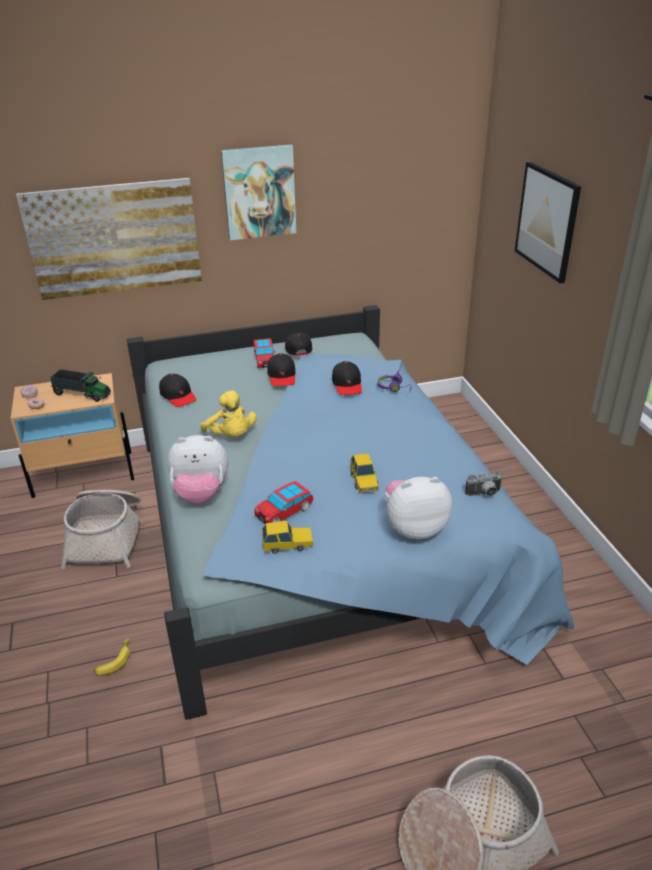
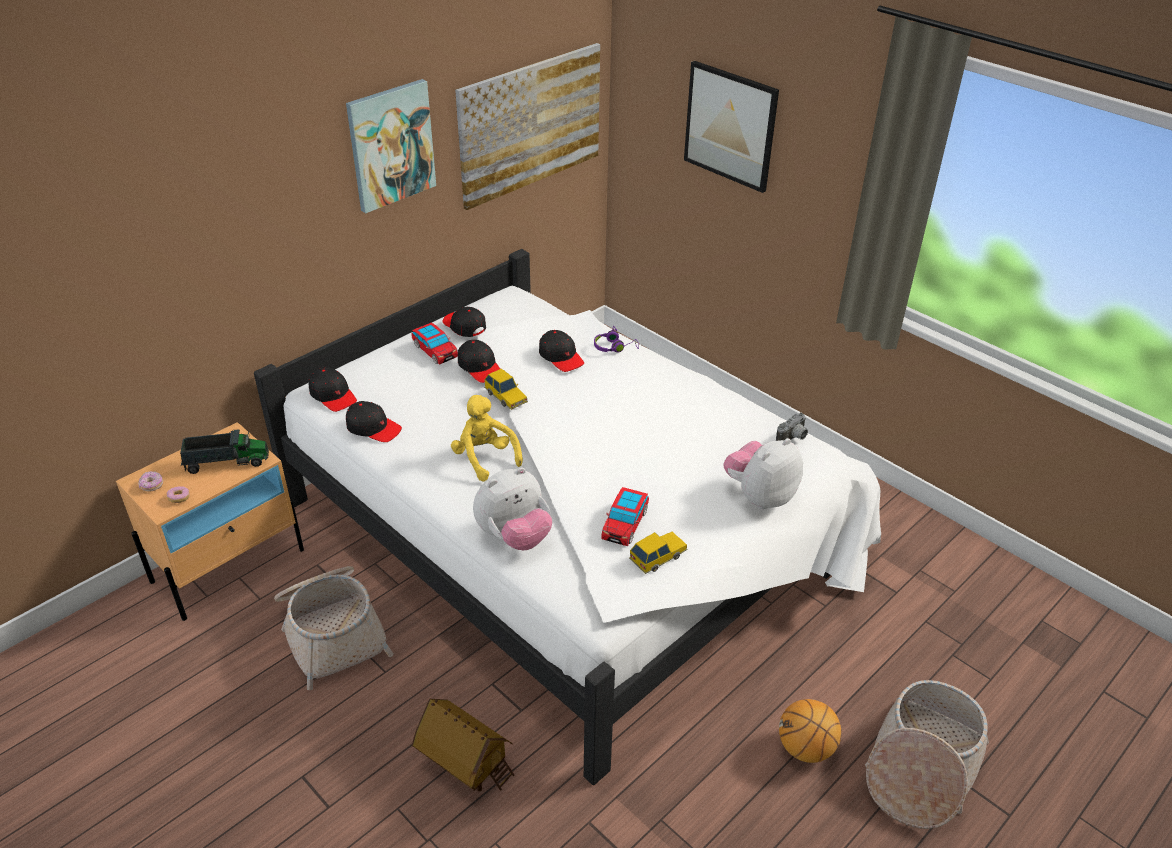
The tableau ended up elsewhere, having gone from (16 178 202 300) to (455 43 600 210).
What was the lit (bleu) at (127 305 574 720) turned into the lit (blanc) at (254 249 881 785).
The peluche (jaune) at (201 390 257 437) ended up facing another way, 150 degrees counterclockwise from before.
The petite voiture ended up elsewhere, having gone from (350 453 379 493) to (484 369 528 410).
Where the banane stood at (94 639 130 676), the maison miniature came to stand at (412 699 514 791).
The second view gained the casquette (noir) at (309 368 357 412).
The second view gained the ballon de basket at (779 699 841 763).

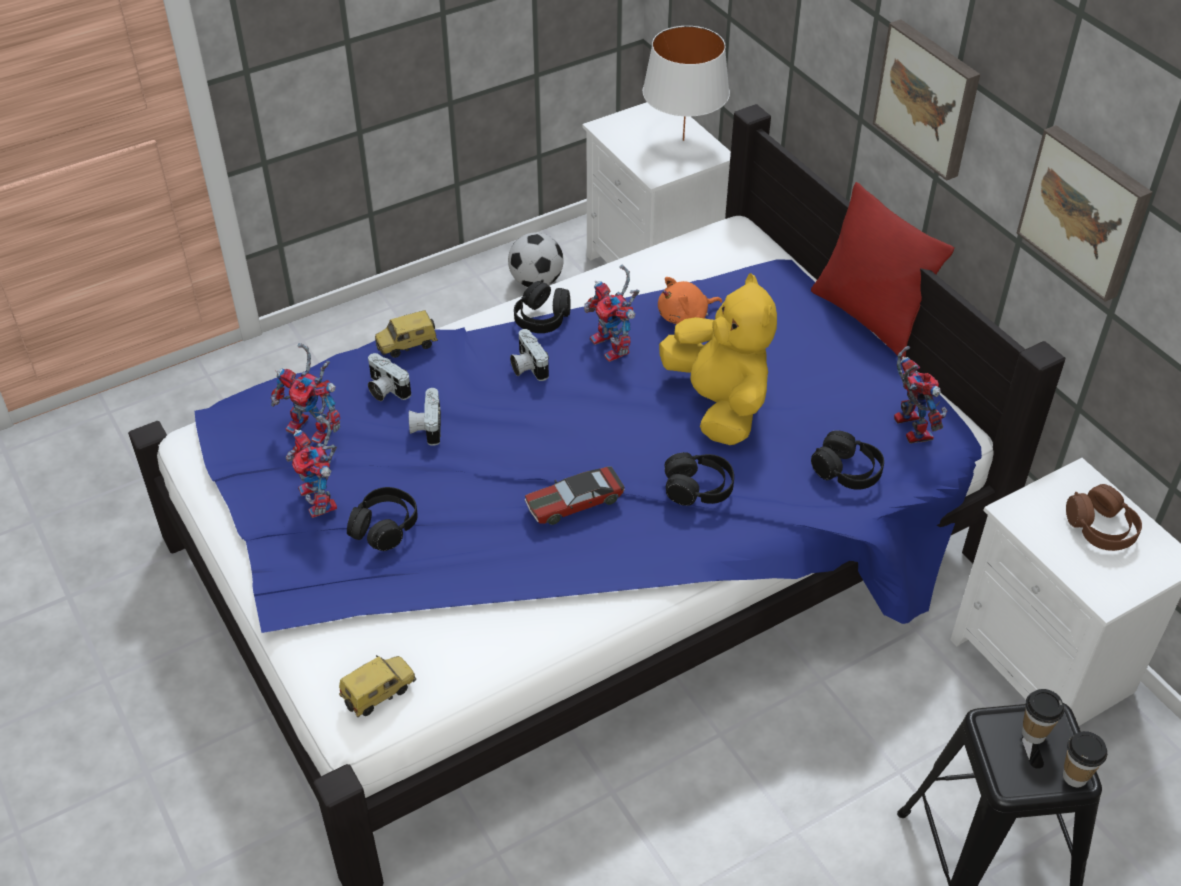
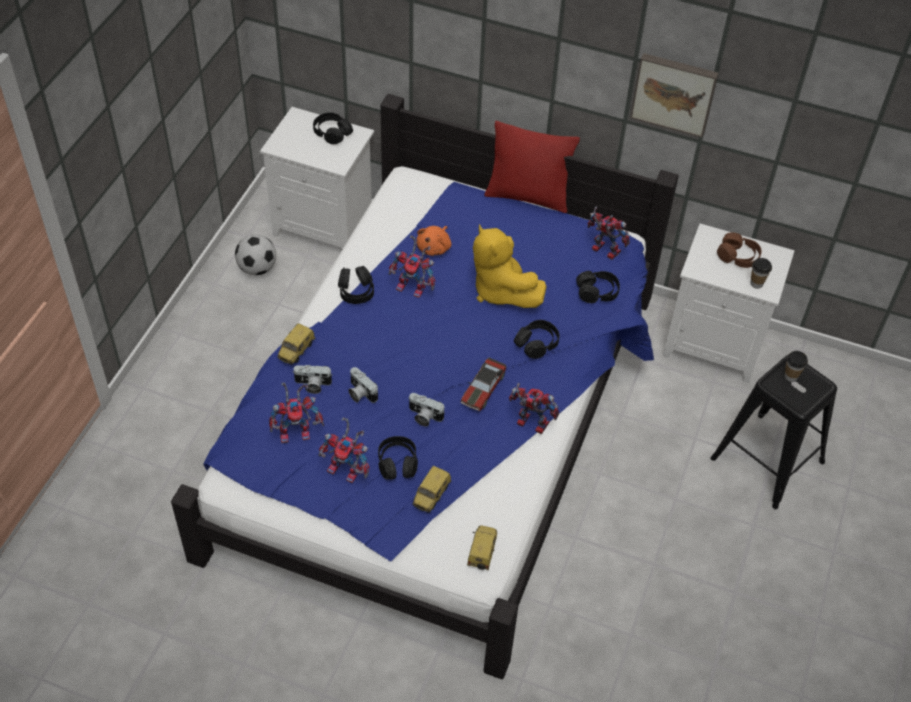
The second view lost the tableau at (873 19 980 181).
Where the lampe de table (blanc) stood at (643 26 730 141), the casque audio (noir) came to stand at (313 112 353 144).
The peluche (jaune) at (659 273 777 445) ended up facing another way, 150 degrees counterclockwise from before.
The appareil photo ended up elsewhere, having gone from (510 329 549 381) to (409 393 445 426).
The tasse ended up elsewhere, having gone from (1063 731 1107 787) to (750 258 772 289).
The second view gained the robot jouet at (509 383 559 434).
The second view gained the petite voiture at (412 466 451 513).

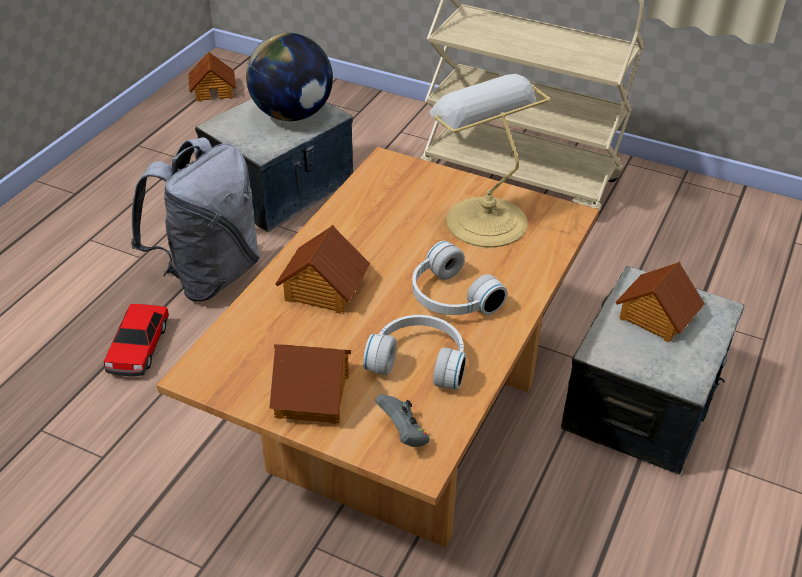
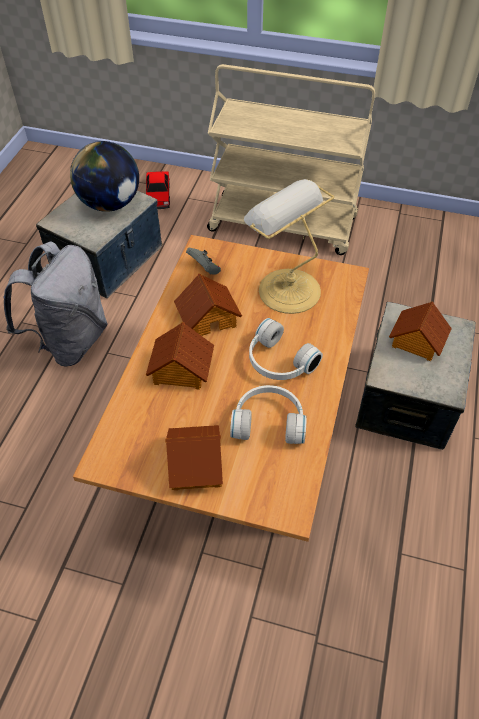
The maison miniature ended up elsewhere, having gone from (188 52 236 102) to (174 273 242 336).
The petite voiture ended up elsewhere, having gone from (104 304 169 376) to (146 171 170 209).
The manette (gris) ended up elsewhere, having gone from (375 394 429 447) to (186 248 221 274).

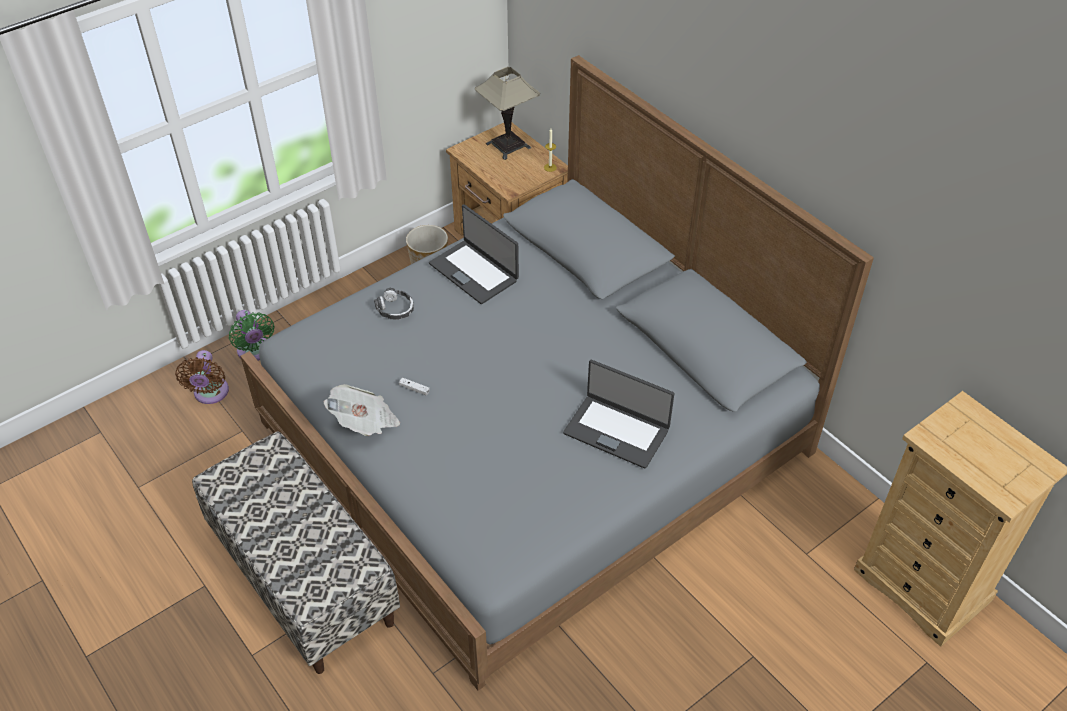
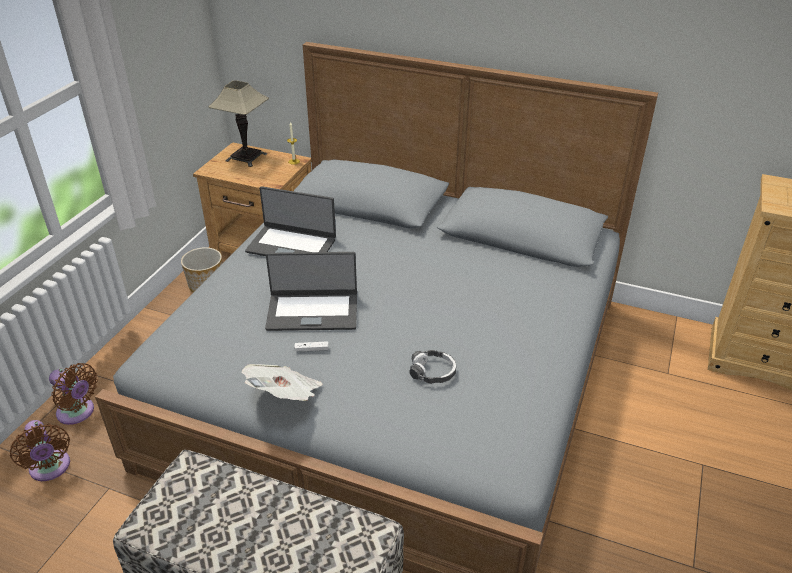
The casque audio ended up elsewhere, having gone from (374 288 414 320) to (409 350 456 384).
What was the ventilateur (vert) at (229 310 274 361) turned into the ventilateur (marron) at (49 363 98 425).
The ordinateur portable ended up elsewhere, having gone from (563 360 674 469) to (265 252 357 331).

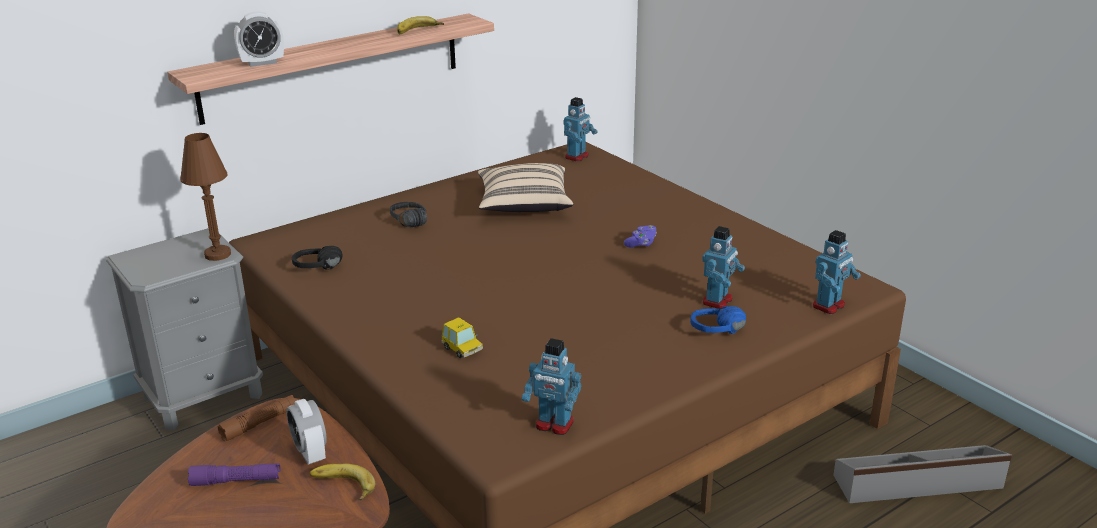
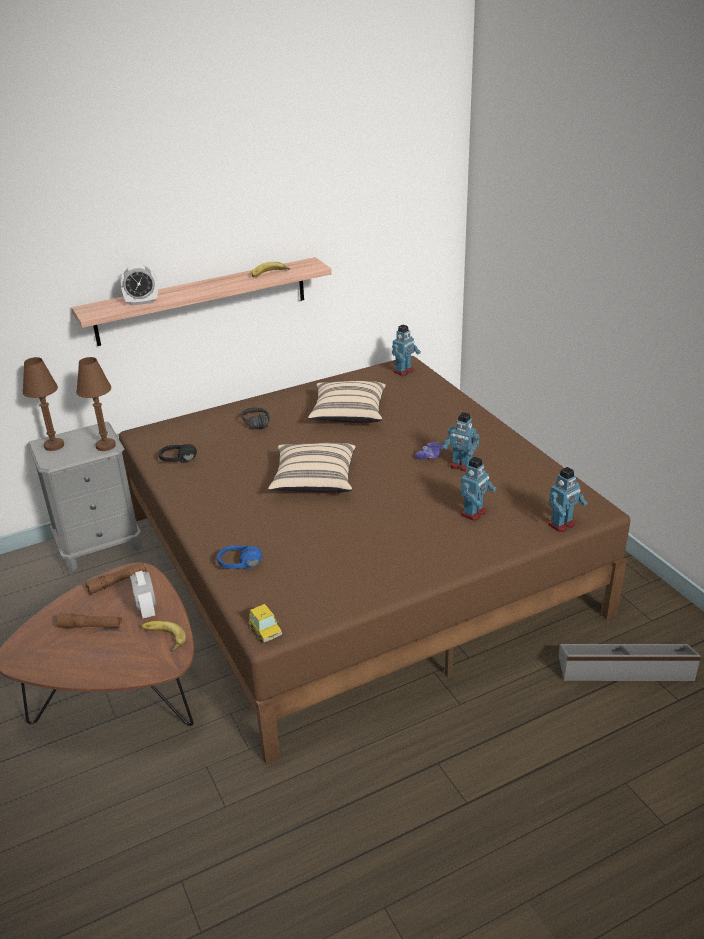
The casque audio (bleu) ended up elsewhere, having gone from (690 306 746 334) to (217 545 262 569).
The petite voiture ended up elsewhere, having gone from (441 317 483 358) to (249 604 282 642).
The robot jouet ended up elsewhere, having gone from (522 338 581 435) to (443 412 480 472).
What was the lampe de poche (violet) at (188 463 281 486) turned into the lampe de poche (marron) at (56 613 122 628).
The second view gained the lampe de table (marron) at (22 357 64 451).
The second view gained the coussin (beige) at (268 443 356 493).

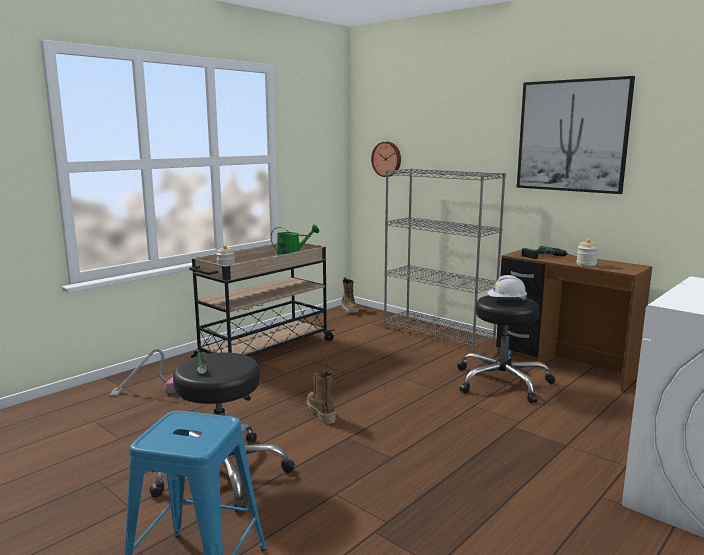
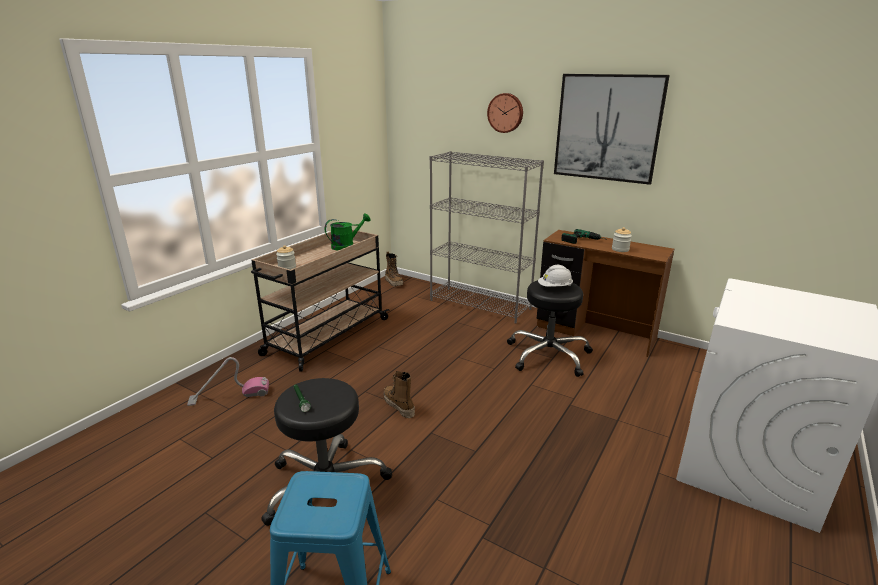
The horloge murale ended up elsewhere, having gone from (371 141 401 177) to (487 93 523 133).

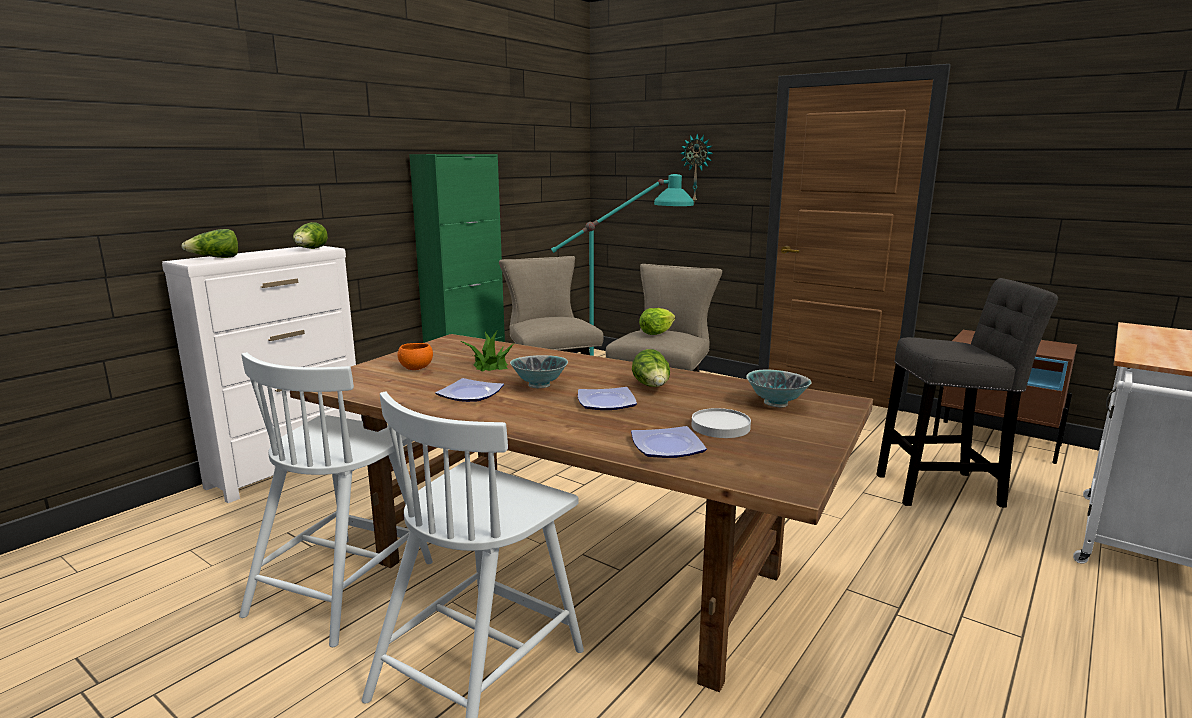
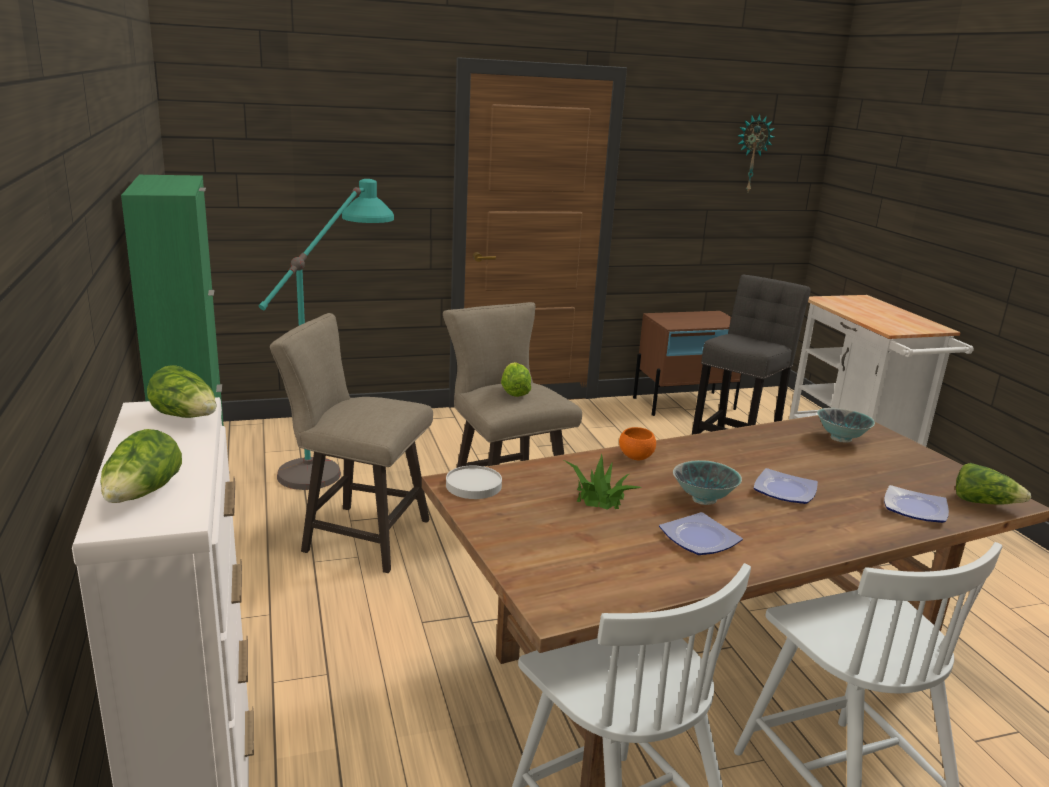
The horloge murale ended up elsewhere, having gone from (680 134 713 204) to (738 114 775 191).
The bol (orange) ended up elsewhere, having gone from (398 343 433 370) to (619 427 656 460).
The laitue ended up elsewhere, having gone from (632 349 670 387) to (956 463 1031 505).
The assiette (blanc) ended up elsewhere, having gone from (692 408 751 438) to (446 466 502 499).

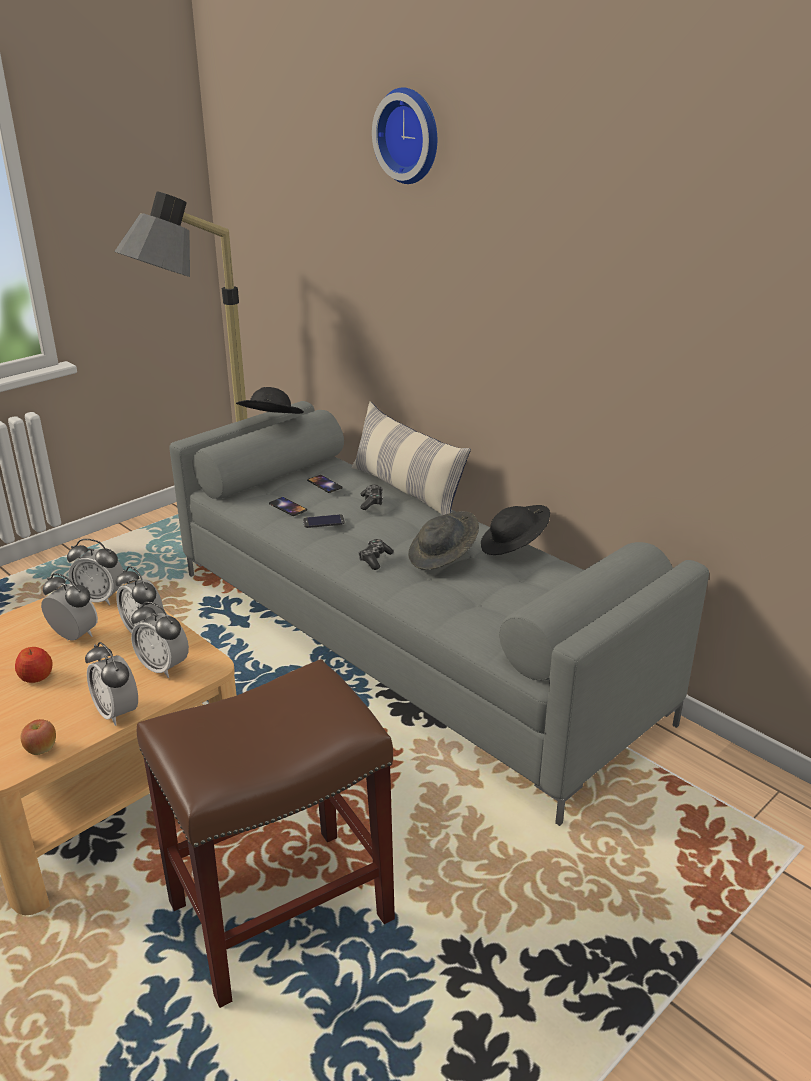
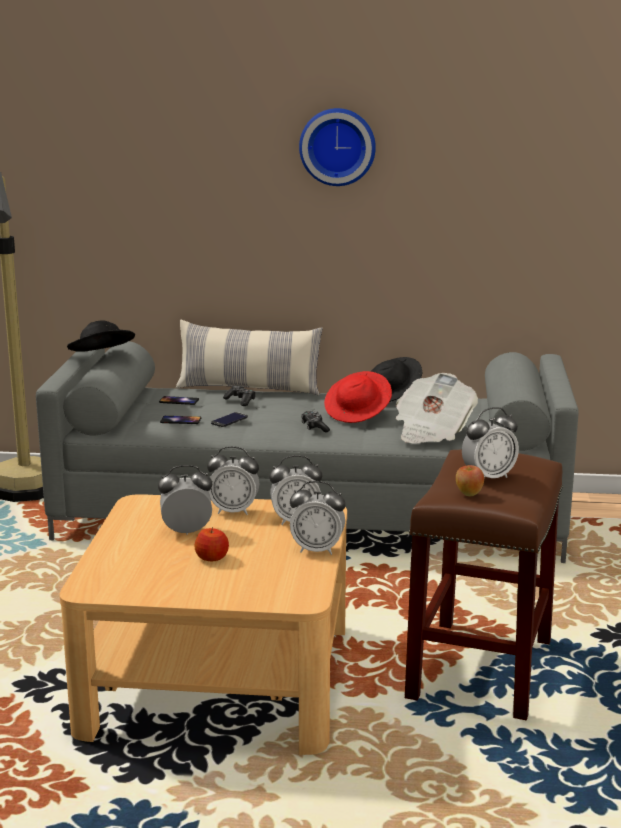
The horloge murale ended up elsewhere, having gone from (372 87 437 184) to (299 108 376 186).
What was the chapeau (gris) at (408 511 479 570) turned into the chapeau (rouge) at (324 371 392 423).
The réveil ended up elsewhere, having gone from (67 539 123 605) to (462 407 519 478).
The pomme ended up elsewhere, having gone from (20 719 56 755) to (456 465 484 496).
The second view gained the journal at (396 373 478 444).

